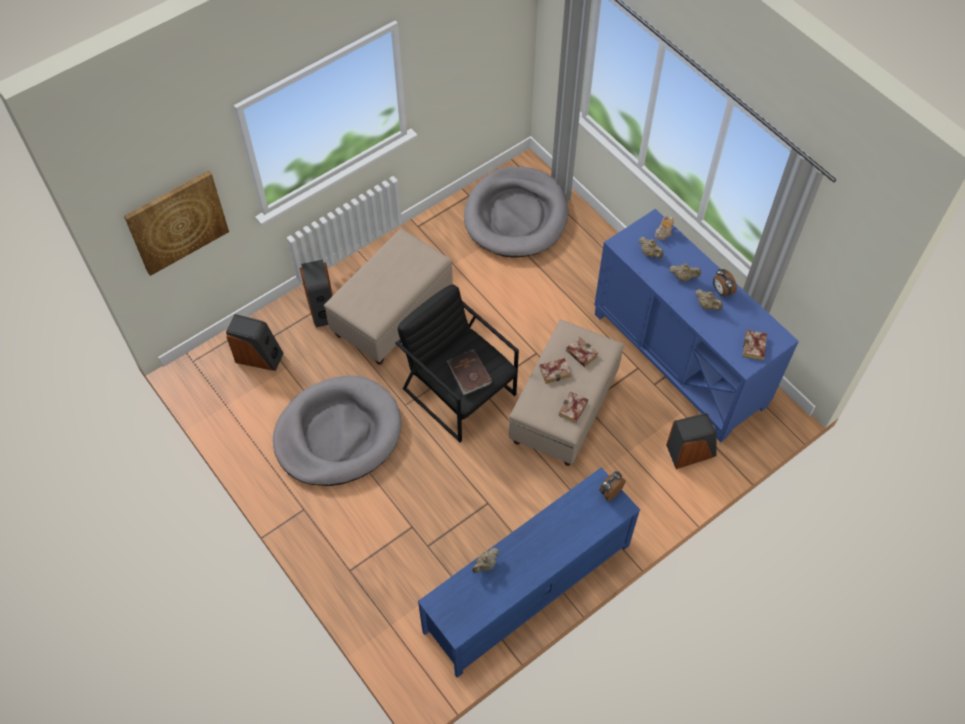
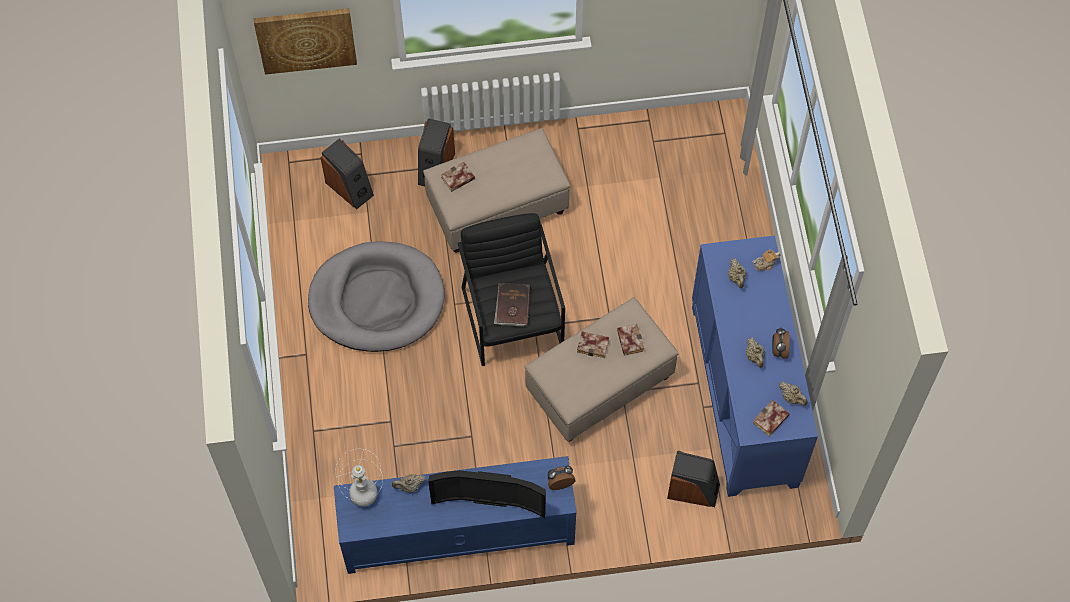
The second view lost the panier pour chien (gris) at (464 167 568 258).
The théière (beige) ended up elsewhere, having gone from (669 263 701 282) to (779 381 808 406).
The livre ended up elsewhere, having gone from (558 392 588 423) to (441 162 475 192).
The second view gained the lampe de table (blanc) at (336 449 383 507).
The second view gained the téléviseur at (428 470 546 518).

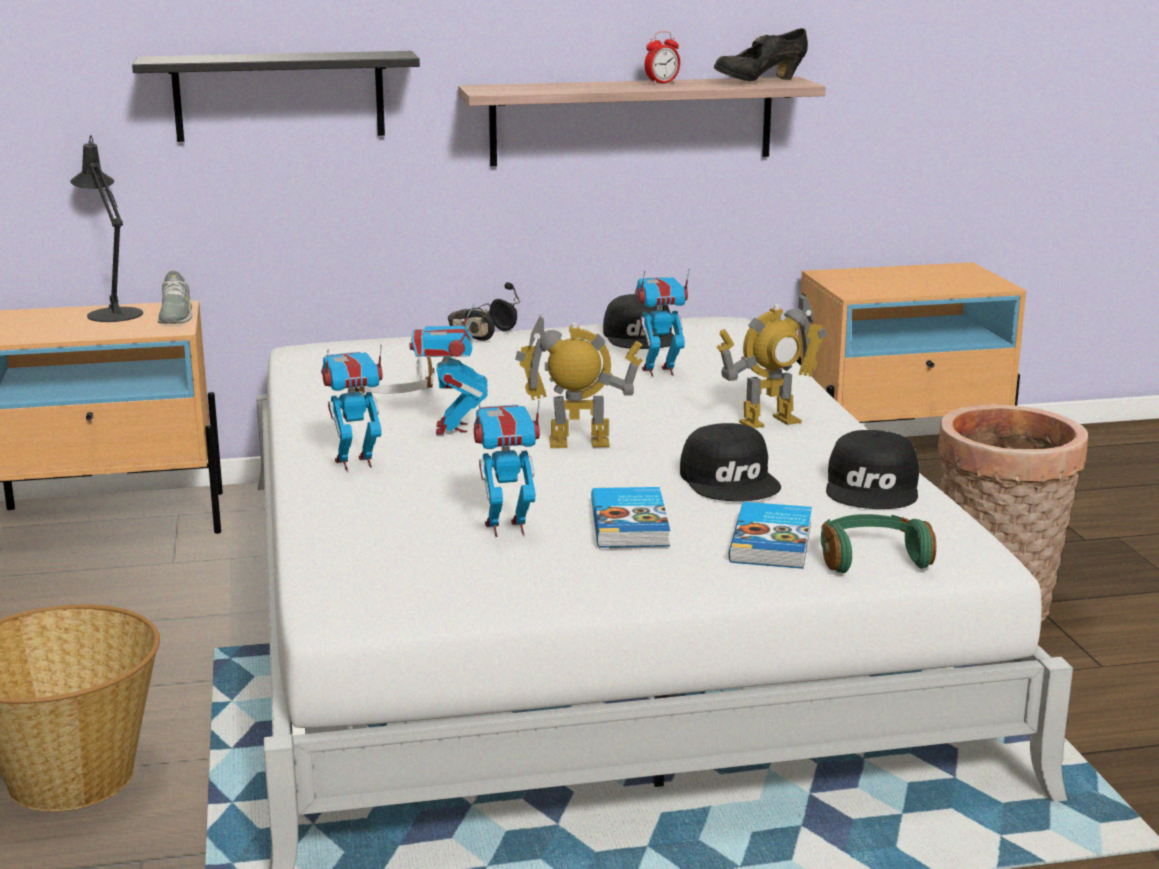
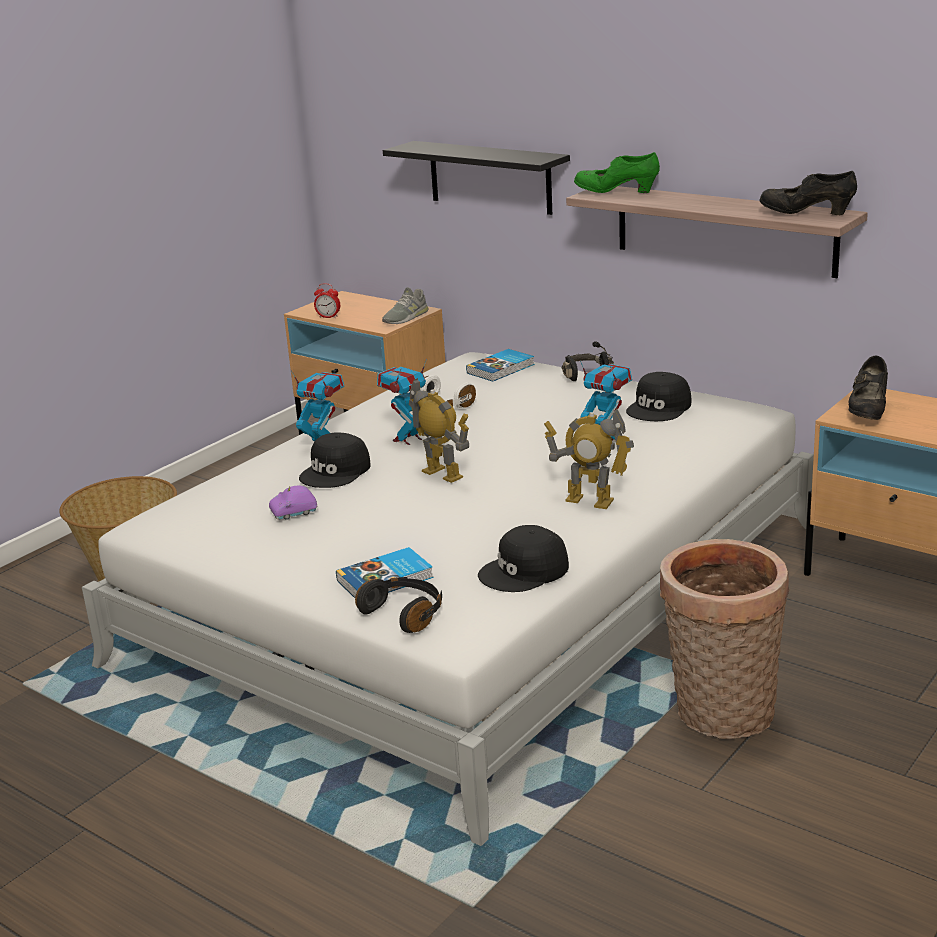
The réveil ended up elsewhere, having gone from (645 31 680 85) to (314 283 340 318).
The second view lost the lampe de table (noir) at (70 135 143 322).
Where the robot jouet stood at (474 400 540 537), the petite voiture (violet) came to stand at (269 485 317 520).
The casquette (noir) ended up elsewhere, having gone from (680 423 781 501) to (299 432 371 488).
The livre ended up elsewhere, having gone from (591 487 670 548) to (466 349 534 382).
What was the casque audio (vert) at (821 514 936 573) turned into the casque audio (noir) at (355 577 442 633).
The second view gained the chaussure (vert) at (574 152 660 193).
The second view gained the chaussure (noir) at (848 356 888 420).

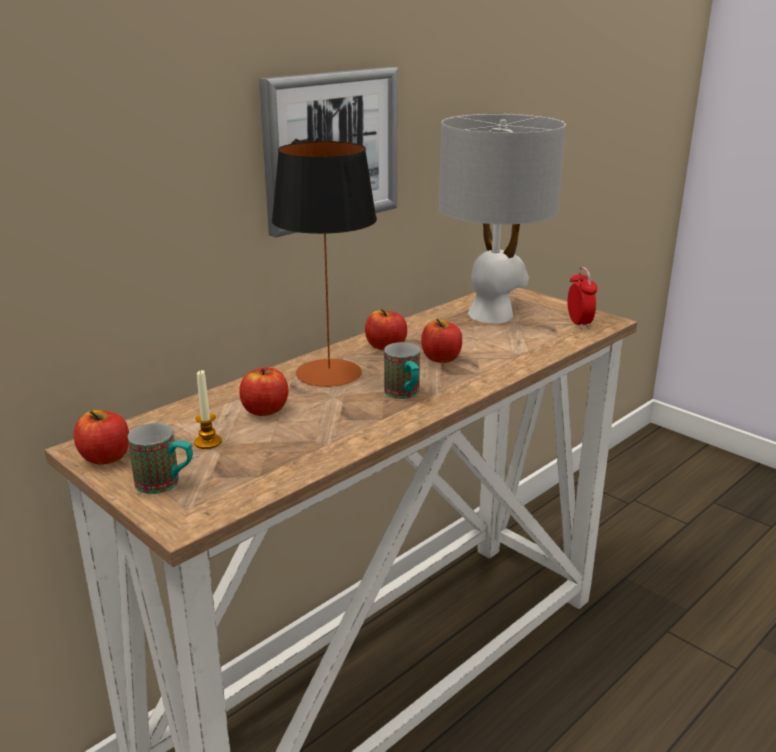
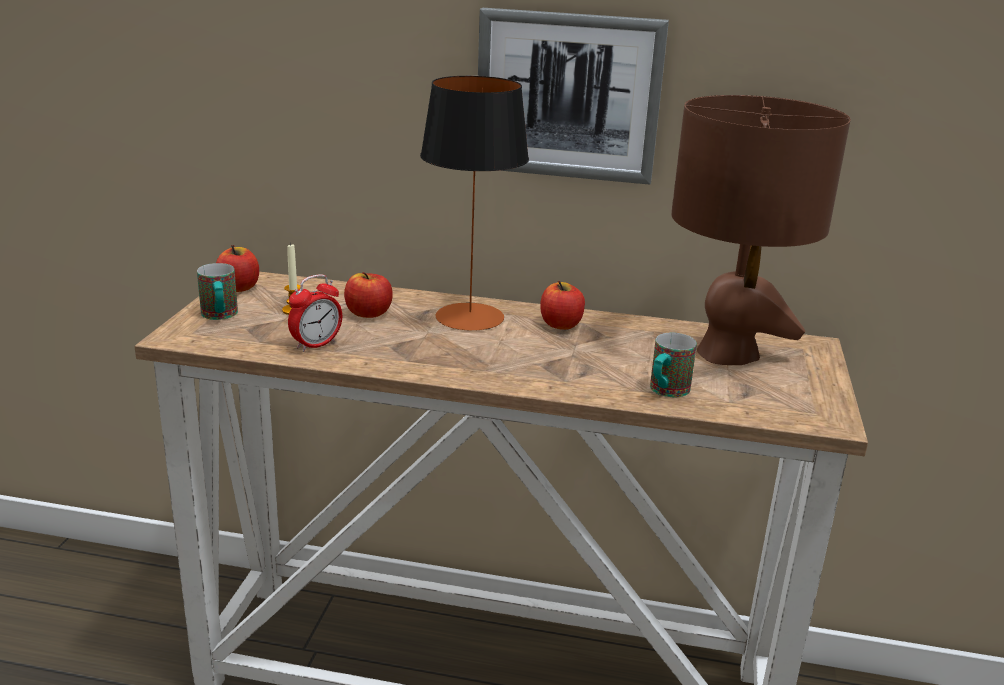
What was the lampe de table (gris) at (439 114 566 324) turned into the lampe de table (marron) at (671 95 851 365).
The réveil ended up elsewhere, having gone from (568 267 597 329) to (288 274 342 352).
The second view lost the pomme at (421 319 462 363).
The mug ended up elsewhere, having gone from (384 342 420 399) to (650 333 697 397).

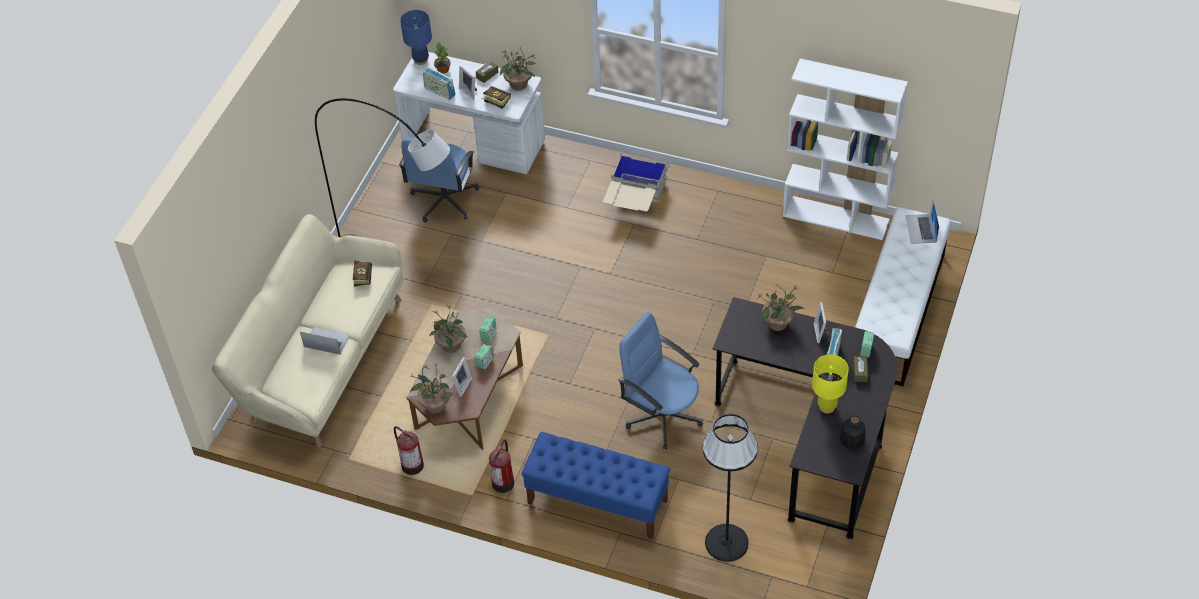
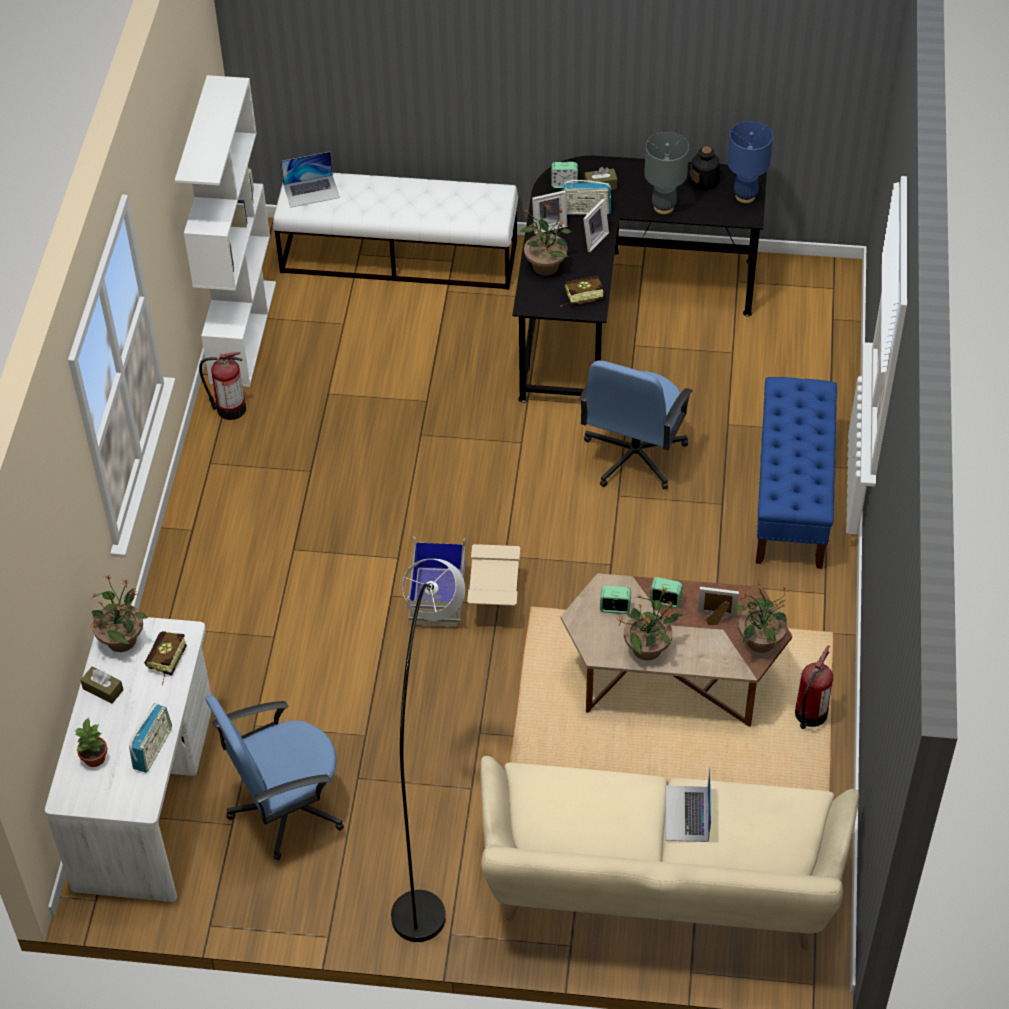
The lampe de table (bleu) ended up elsewhere, having gone from (400 10 432 65) to (727 121 773 203).
The cadre photo ended up elsewhere, having gone from (459 65 477 100) to (583 199 609 252).
The chaise de bureau (bleu) at (399 138 479 223) ended up facing another way, 150 degrees clockwise from before.
The boîte de rangement (beige) ended up elsewhere, having gone from (603 151 668 212) to (406 536 520 628).
The livre ended up elsewhere, having gone from (353 261 372 287) to (560 276 604 306).
What was the lampe de table (jaune) at (812 354 849 414) turned into the lampe de table (gris) at (644 132 689 214).
The second view lost the lampadaire (noir) at (702 414 758 562).
The extincteur ended up elsewhere, having gone from (489 440 514 493) to (199 352 246 420).

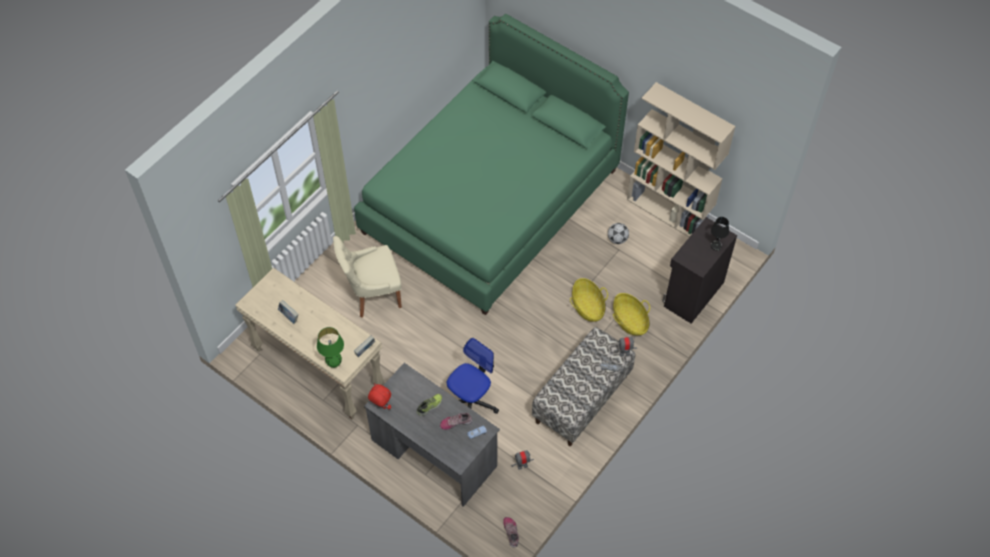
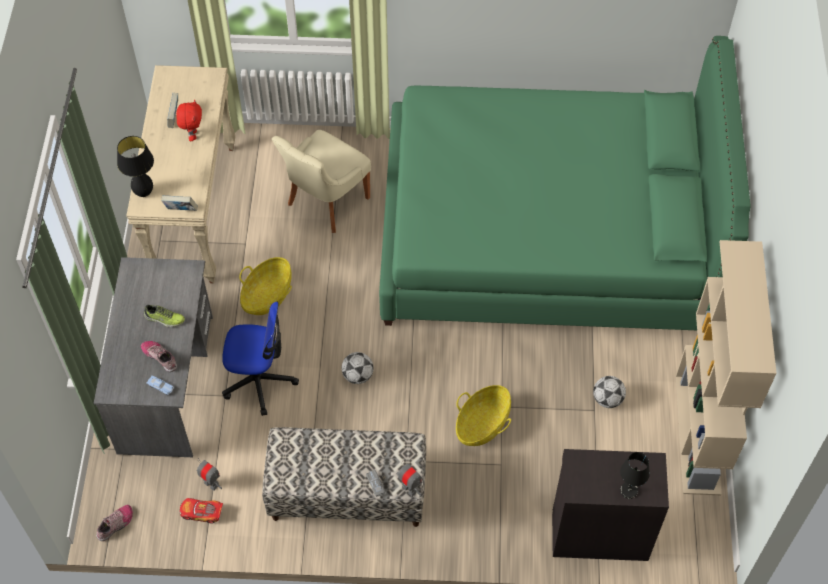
The chaise (beige) at (333 236 402 318) ended up facing another way, 90 degrees counterclockwise from before.
The panier ended up elsewhere, having gone from (613 293 650 336) to (239 257 292 315).
What was the lampe de table (vert) at (317 327 344 368) turned into the lampe de table (noir) at (117 136 154 197).
The peluche (rouge) ended up elsewhere, having gone from (368 383 391 410) to (176 99 202 141).
The second view gained the ballon de foot at (342 352 374 384).
The second view gained the petite voiture at (180 498 223 524).

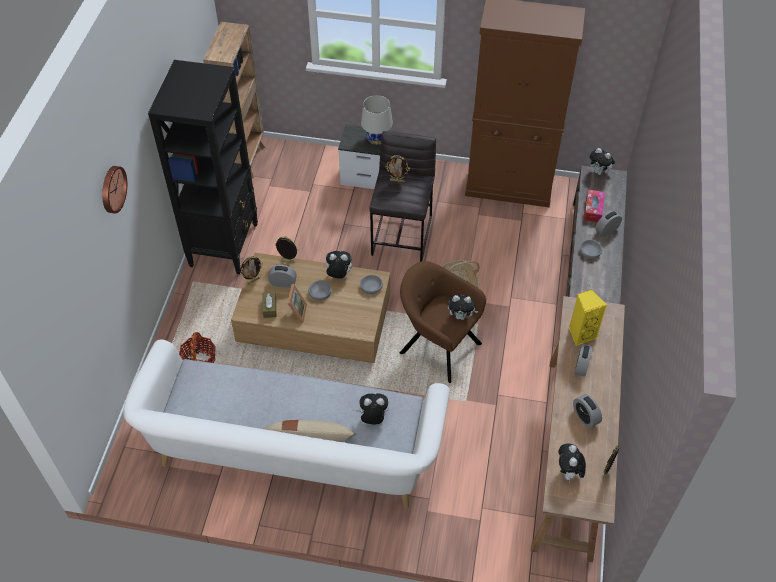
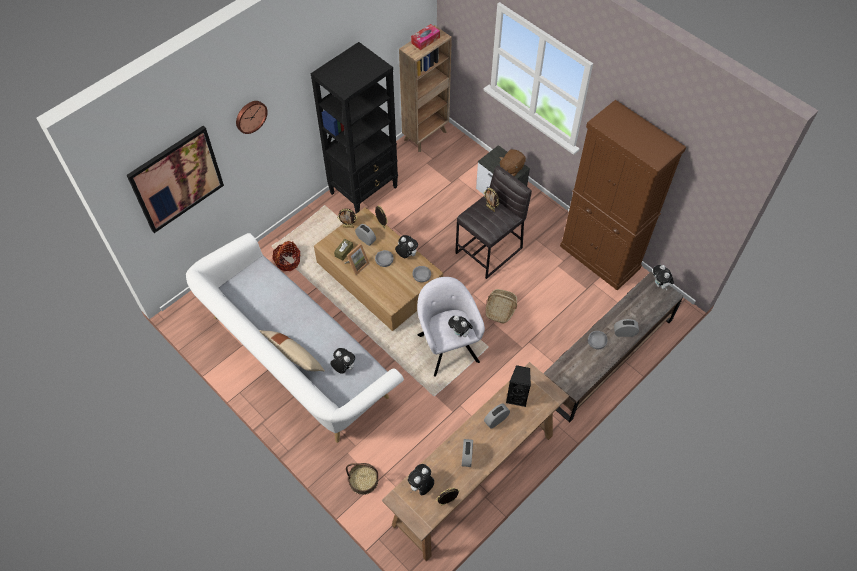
Where the lampe de table (blanc) stood at (361 95 393 145), the peluche (marron) came to stand at (499 149 526 177).
The boîte à mouchoirs ended up elsewhere, having gone from (584 189 605 222) to (411 24 440 50).
What was the fauteuil (marron) at (400 261 486 383) turned into the fauteuil (gris) at (417 277 485 377).
What was the enceinte (jaune) at (569 289 607 346) turned into the enceinte (noir) at (506 365 531 407).
The second view gained the tableau at (127 126 224 233).
The second view gained the panier at (346 463 378 495).

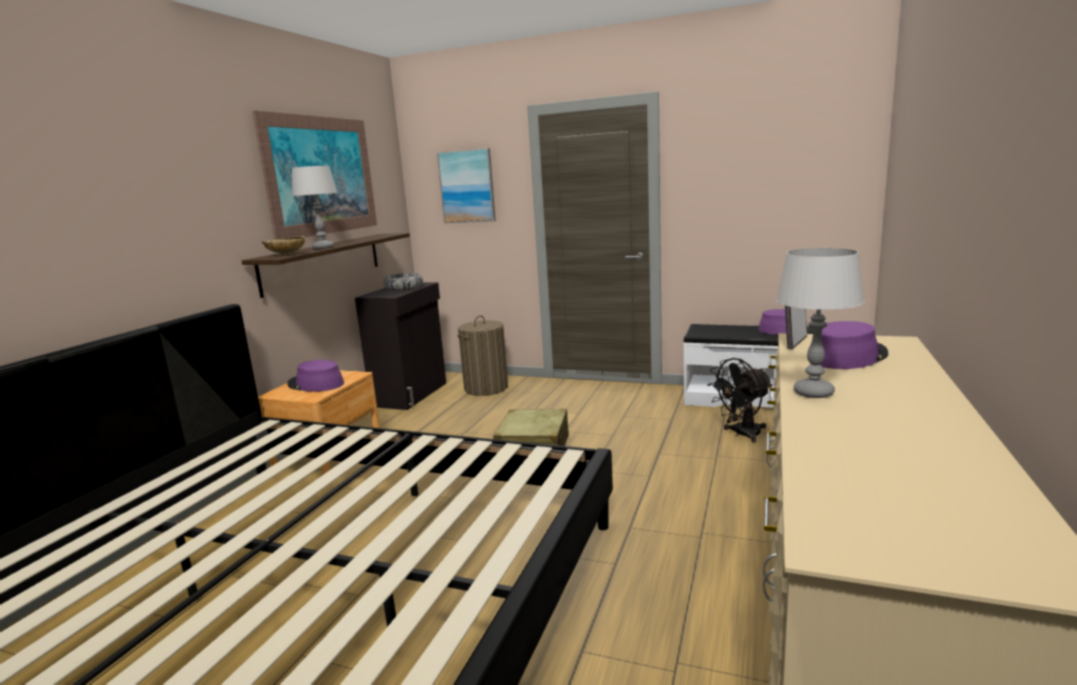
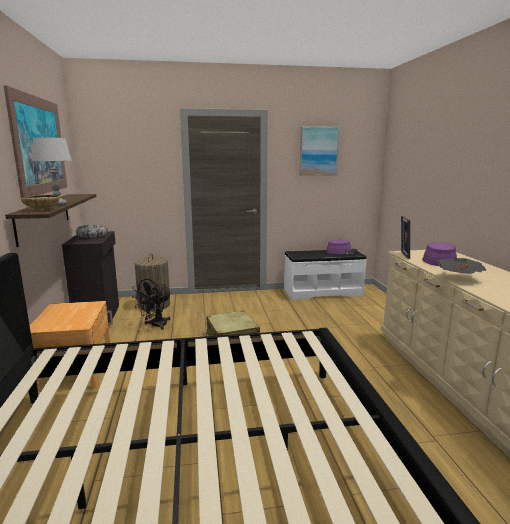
The tableau ended up elsewhere, having gone from (437 148 496 223) to (300 126 339 176).
Where the lampe de table (gris) stood at (776 248 864 398), the journal came to stand at (436 258 487 274).
The ventilateur (noir) ended up elsewhere, having gone from (707 358 773 443) to (131 279 172 330).
The second view lost the chapeau (violet) at (287 360 344 392).

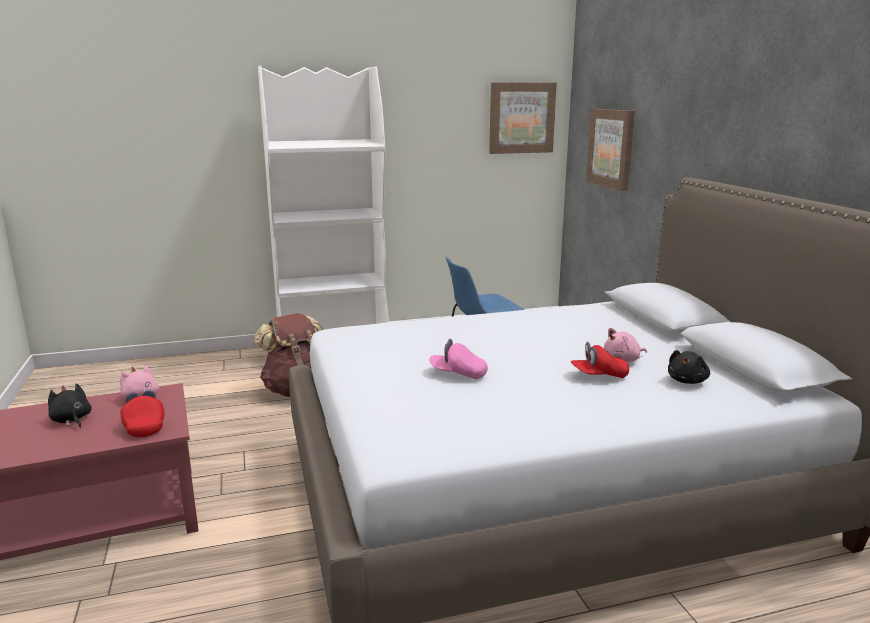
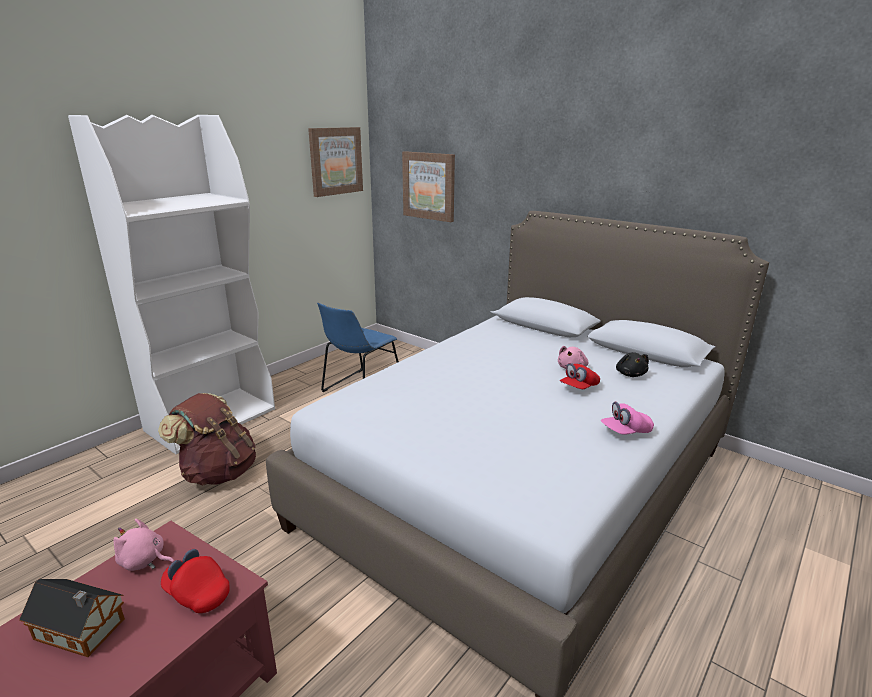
The casquette (rose) ended up elsewhere, having gone from (429 339 488 379) to (601 402 654 435).
Where the peluche (noir) stood at (48 383 92 428), the maison miniature came to stand at (19 579 125 657).

